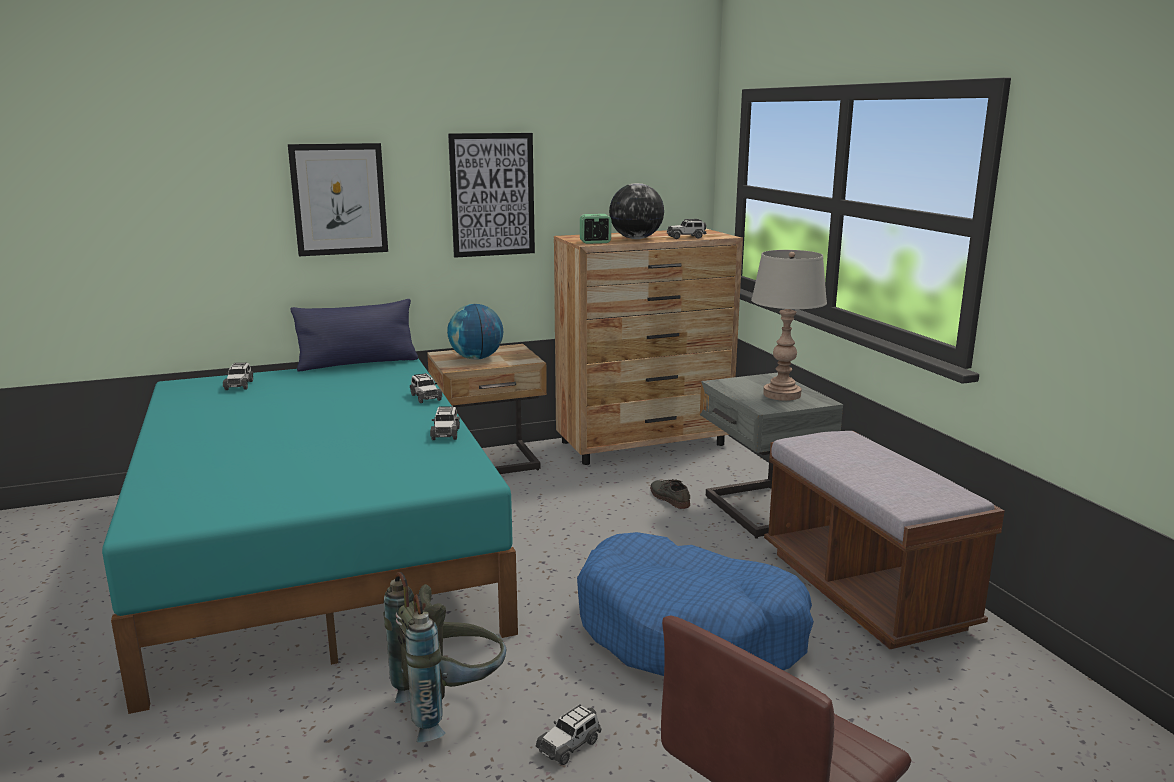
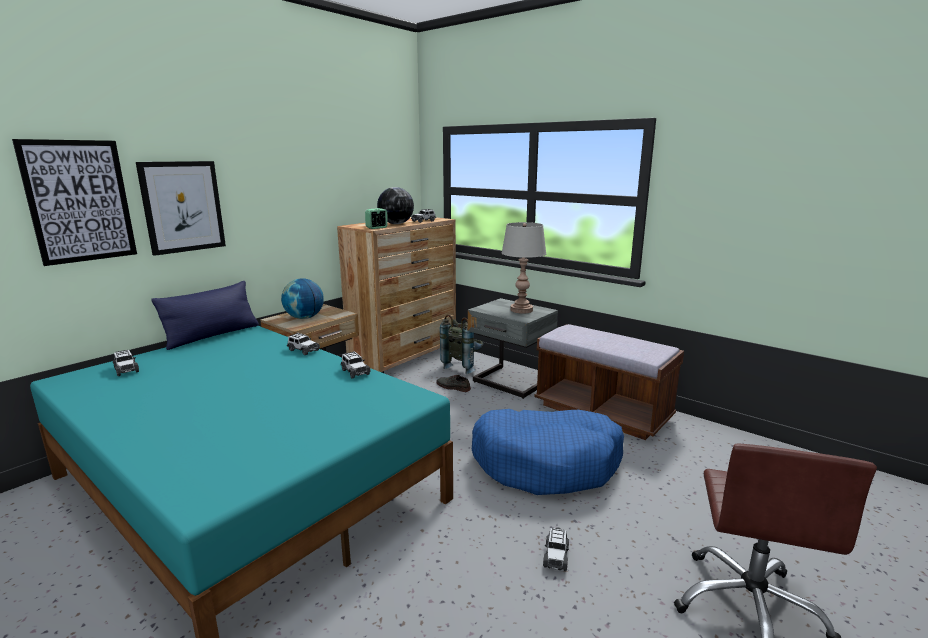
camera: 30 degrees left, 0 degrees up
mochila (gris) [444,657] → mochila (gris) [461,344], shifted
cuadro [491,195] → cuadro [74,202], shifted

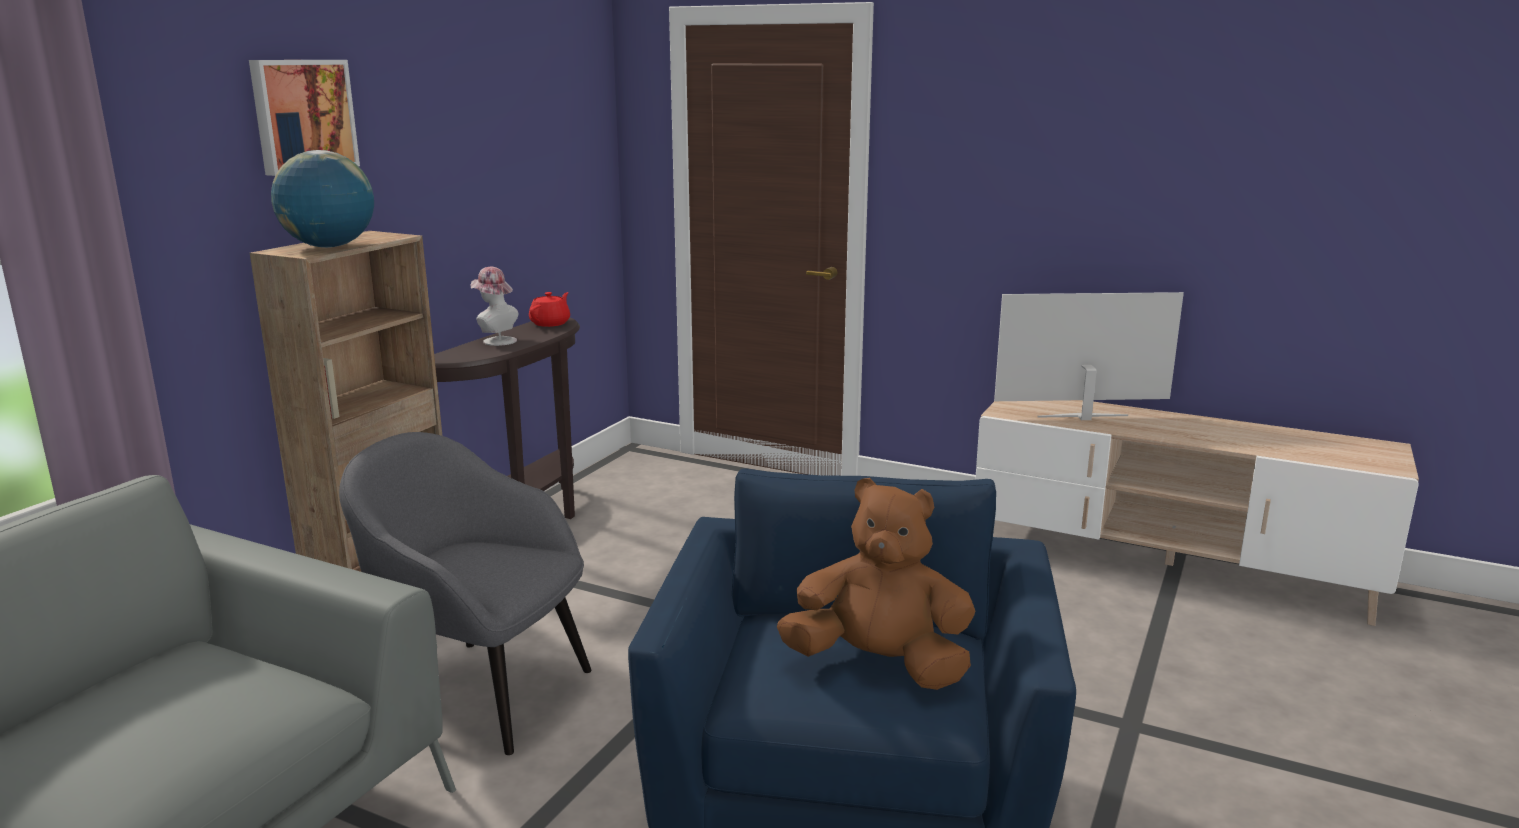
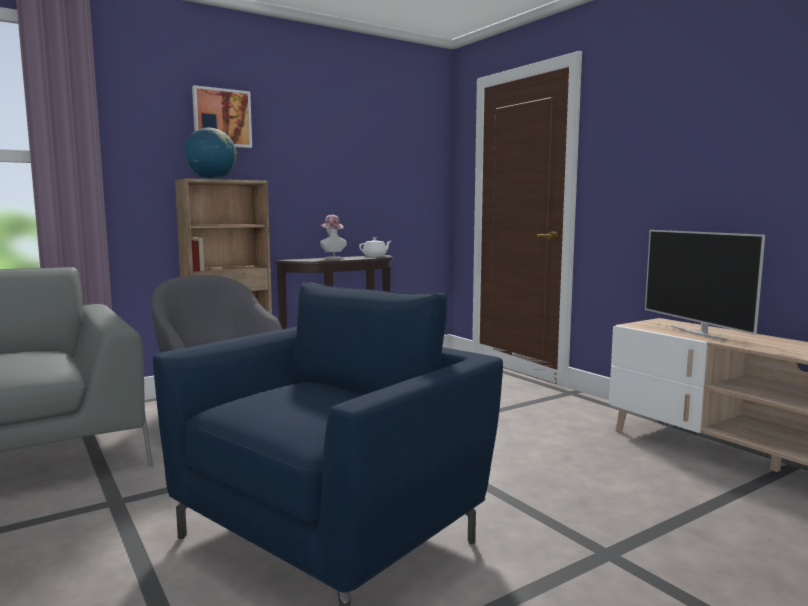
camera: 30 degrees right, 10 degrees down
peluche (marrón) [876,584] → -
tetera (rojo) [549,309] → tetera (blanco) [375,247]
televisor [1089,356] → televisor [705,285], 135 degrees counterclockwise

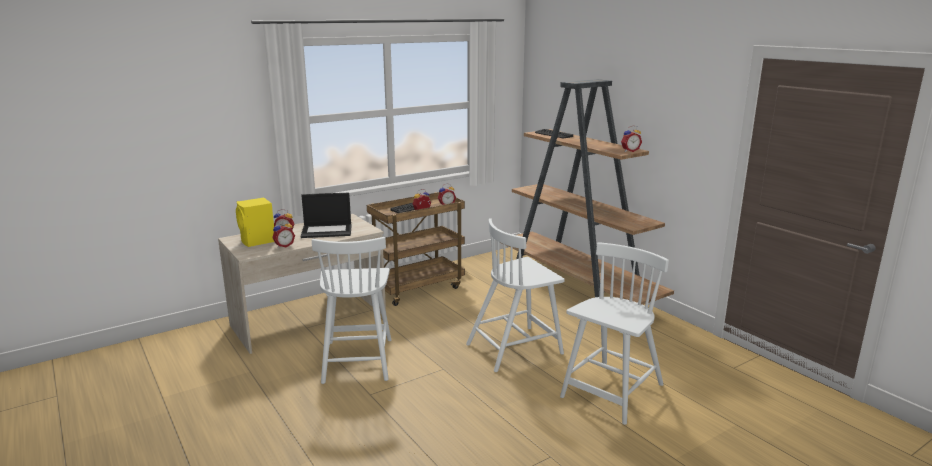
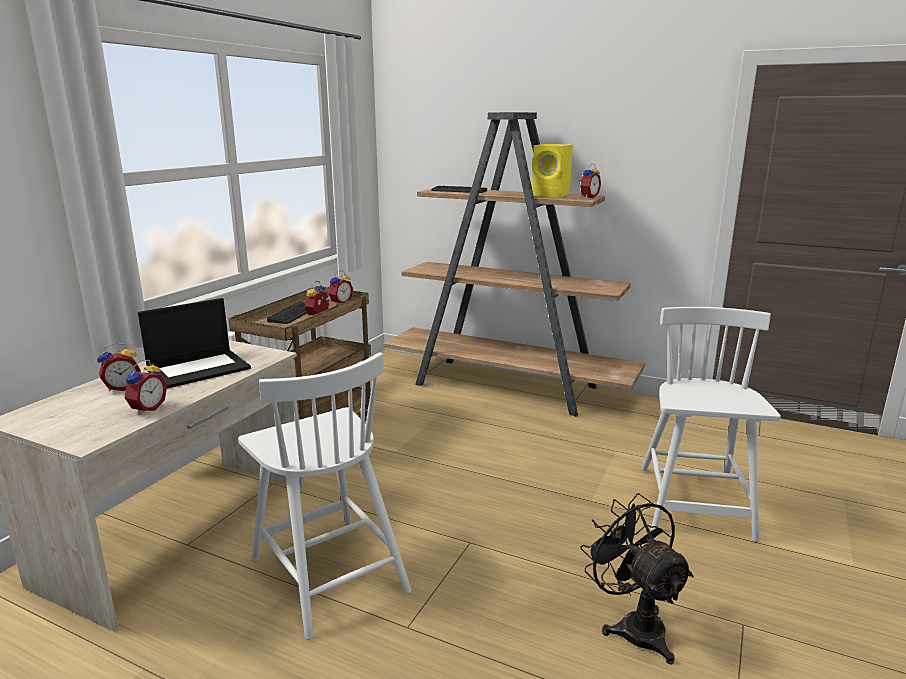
camera: 30 degrees left, 0 degrees up
silla (blanco) [515,295] → -
- → ventilador (negro) [637,578]
altavoz (amarillo) [255,222] → altavoz (amarillo) [552,170], shifted

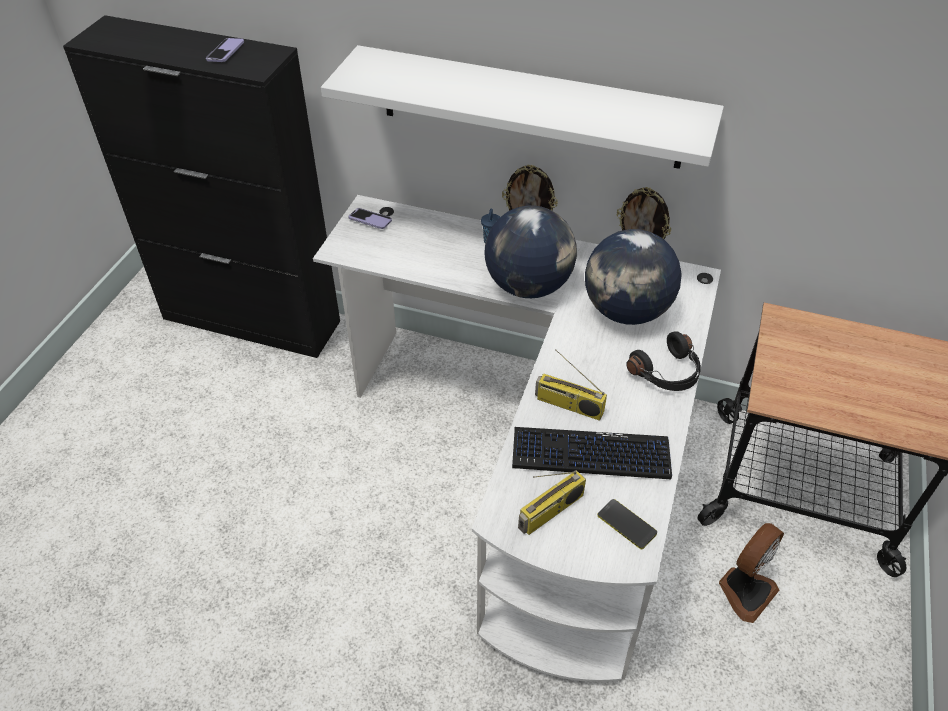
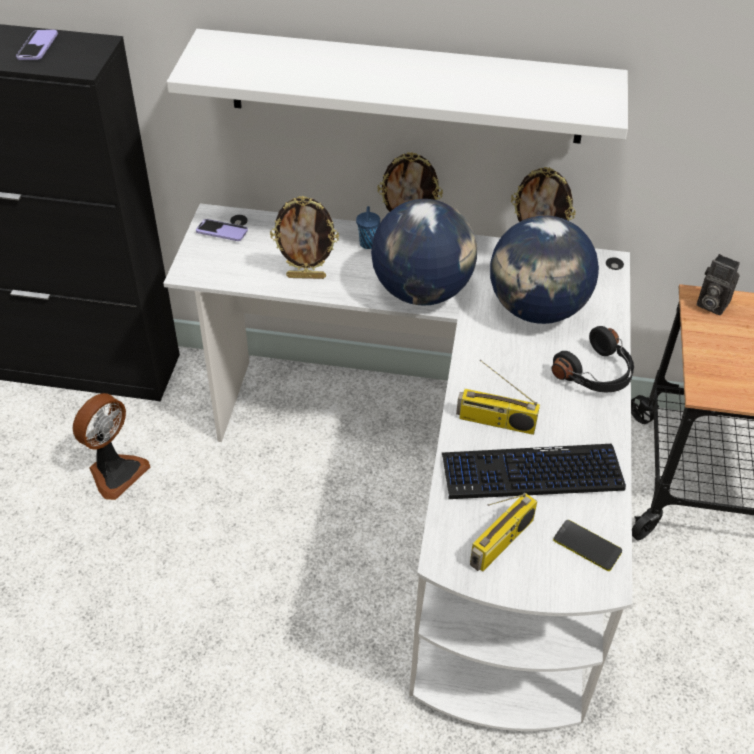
camera: 10 degrees left, 0 degrees up
- → portarretratos [304,237]
- → cámara [718,284]
ventilador [751,573] → ventilador [111,446], shifted

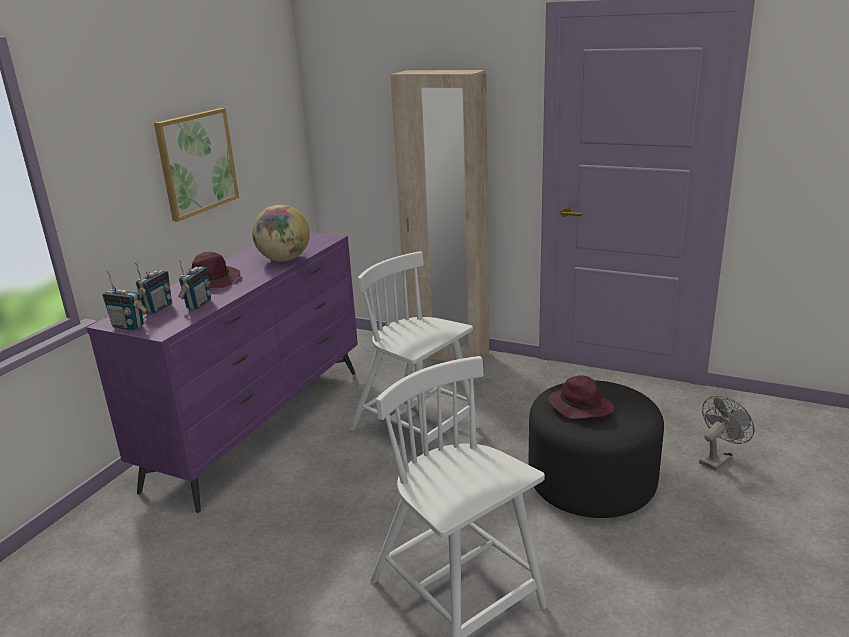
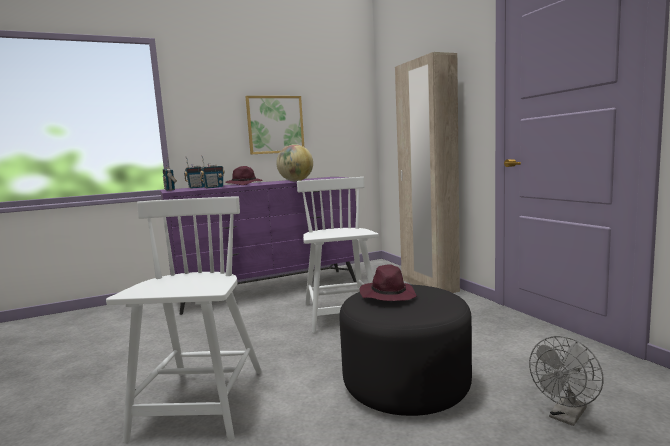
camera: 40 degrees right, 15 degrees down
ventilador (gris) [726,433] → ventilador (gris) [566,381], 135 degrees clockwise

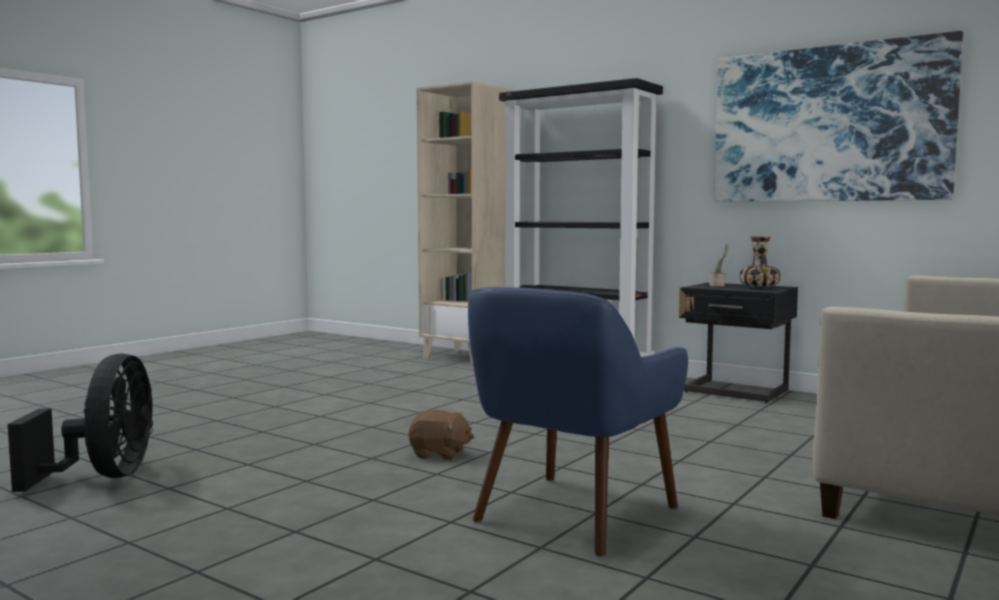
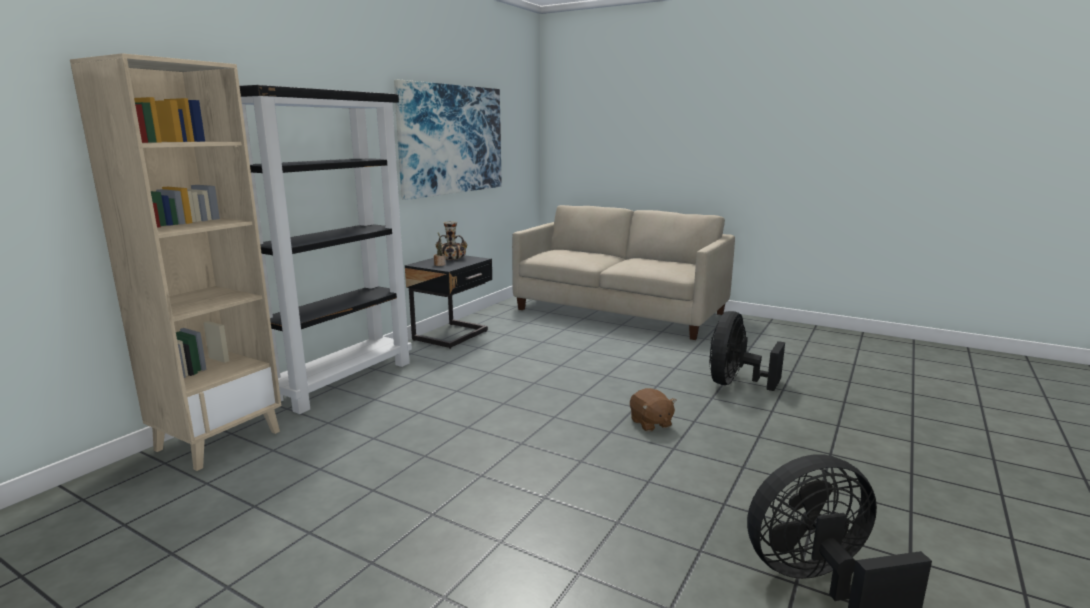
camera: 95 degrees left, 10 degrees up
sillón (azul) [578,422] → ventilador (negro) [747,351]
peluche (marrón) [441,435] → peluche (marrón) [653,410], 150 degrees clockwise

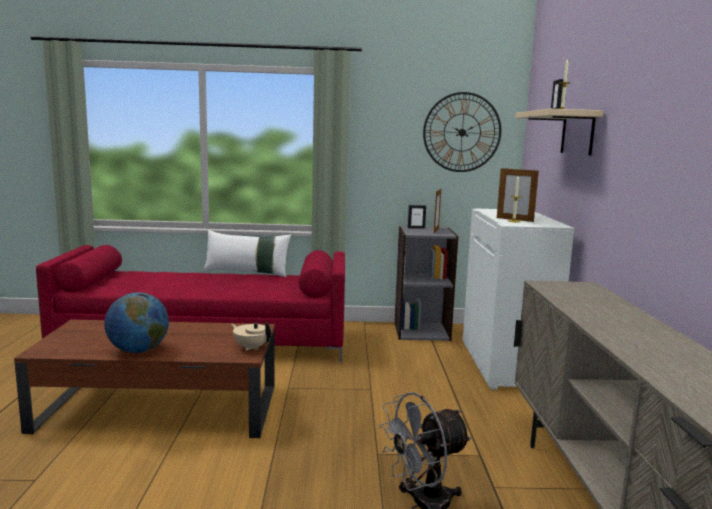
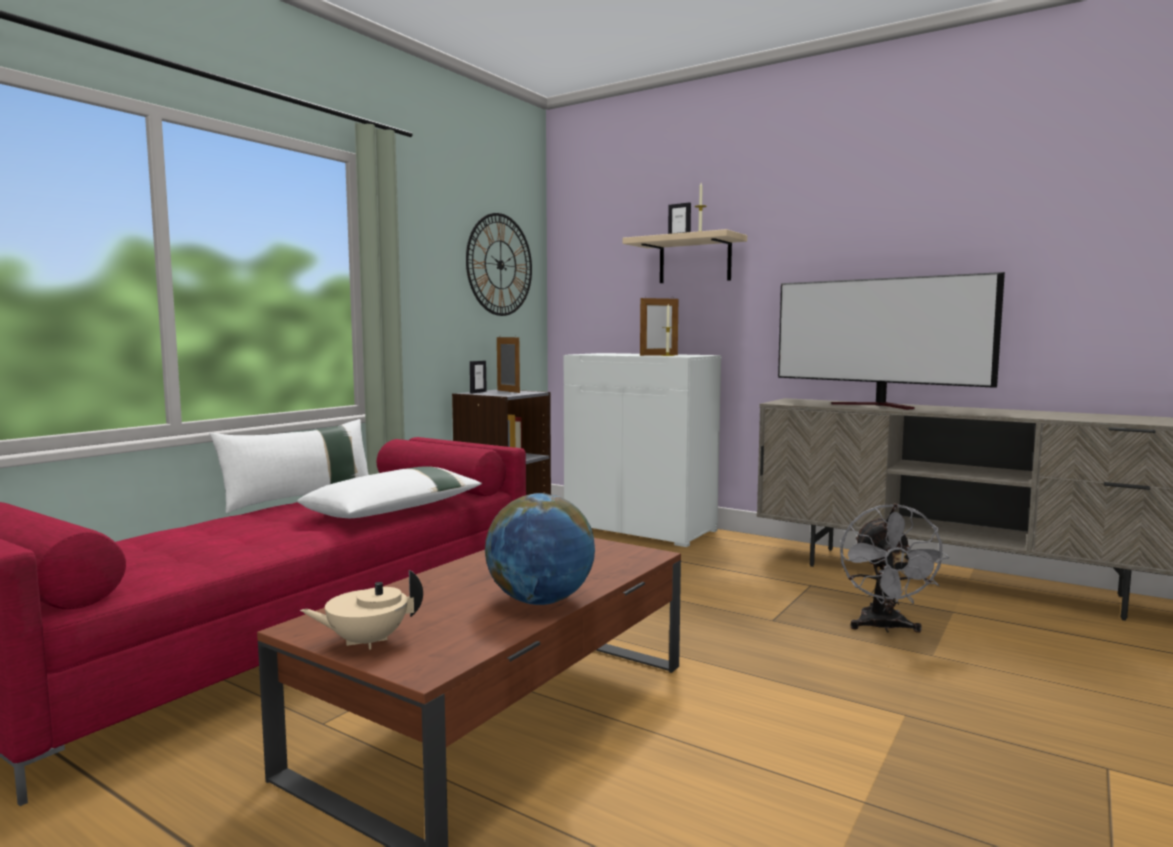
camera: 55 degrees left, 5 degrees down
- → cojín (blanco) [389,492]
- → televisor [891,341]
tetera (beis) [251,336] → tetera (beis) [361,610], shifted

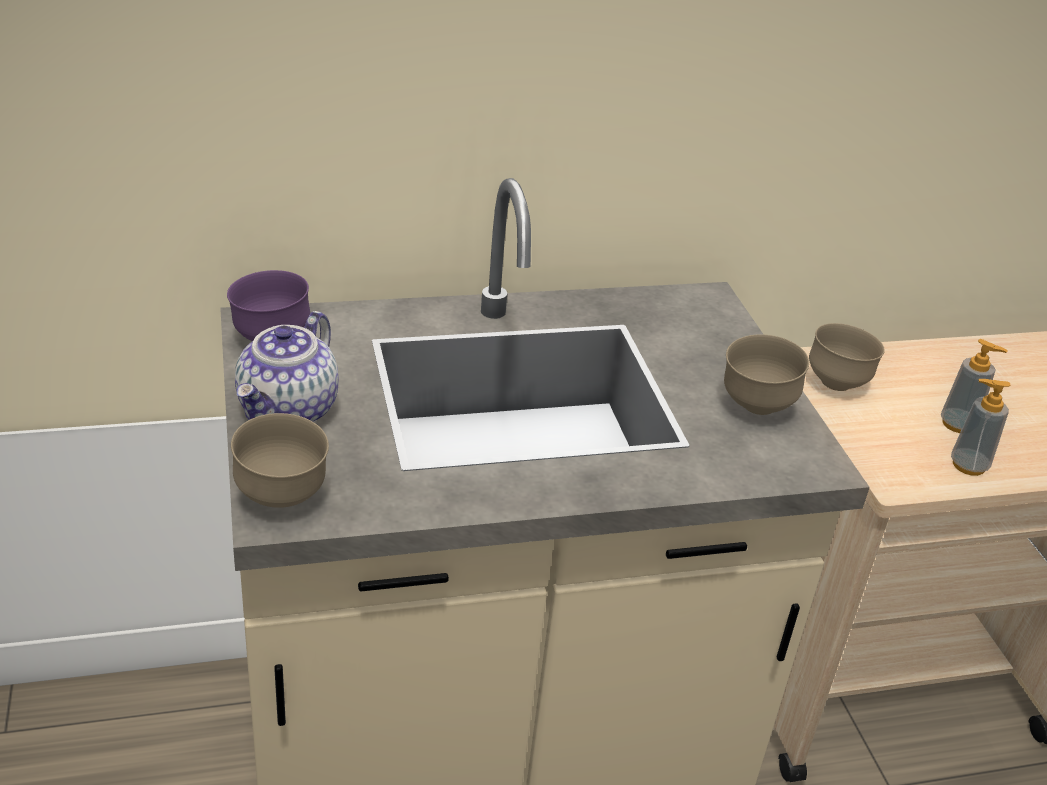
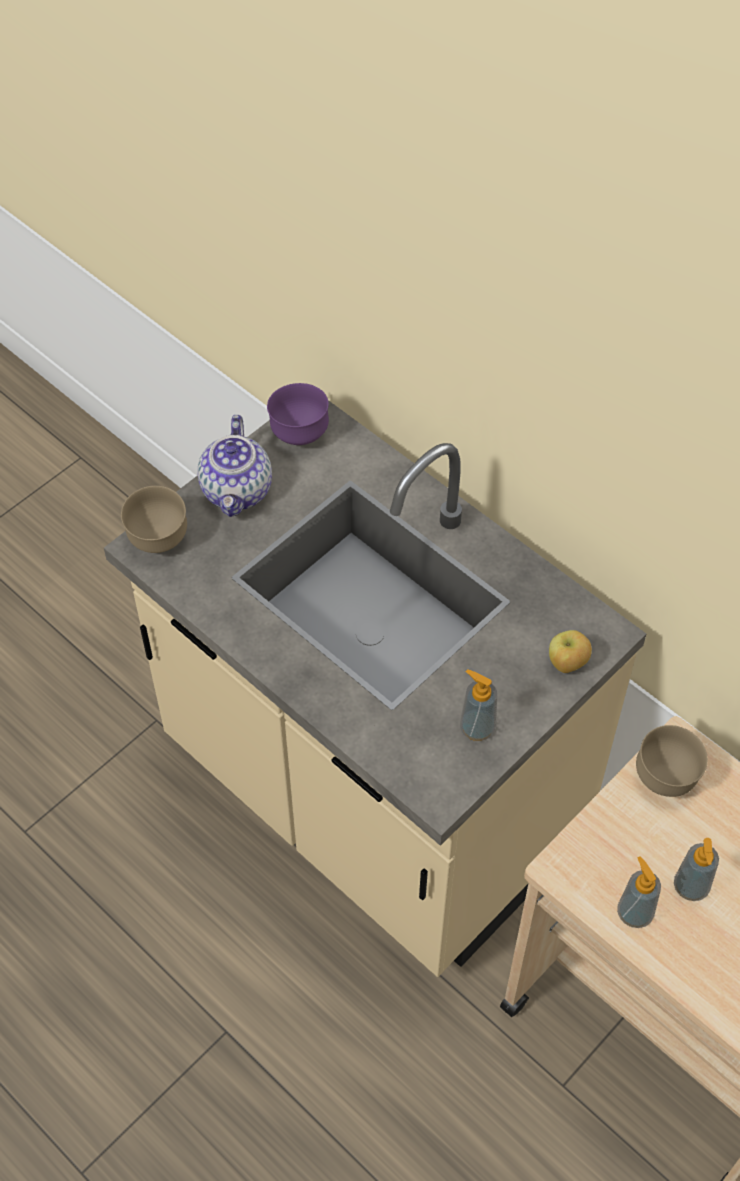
camera: 60 degrees right, 20 degrees up
- → manzana [570,651]
cuenco (marrón) [766,374] → dispensador de jabón [478,705]
tetera [287,366] → tetera [234,466], 75 degrees counterclockwise

